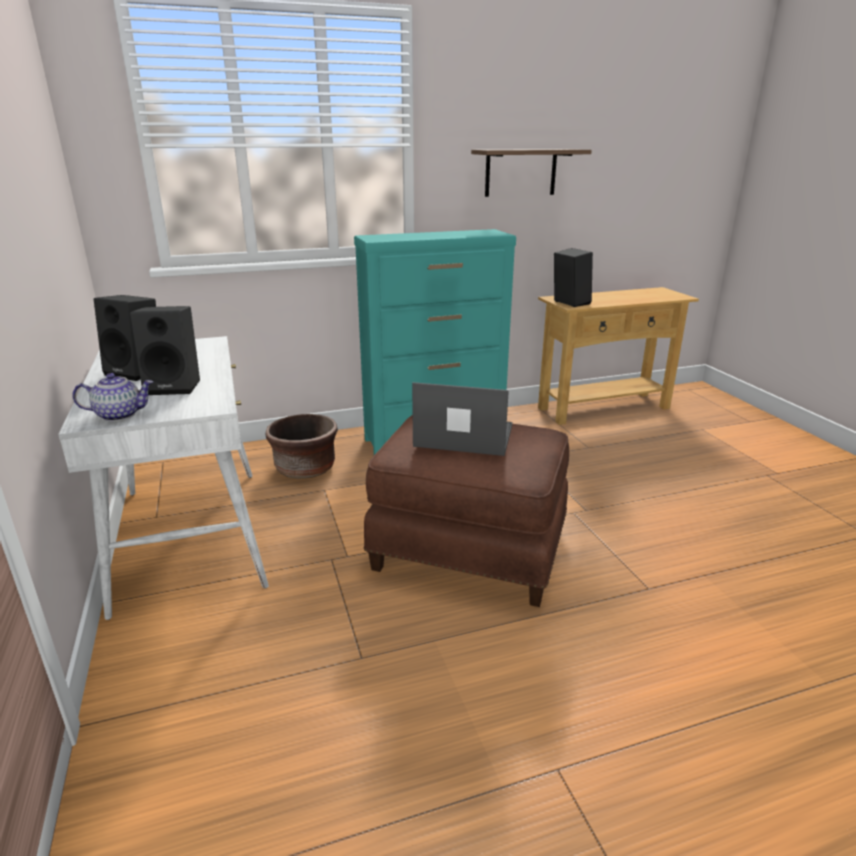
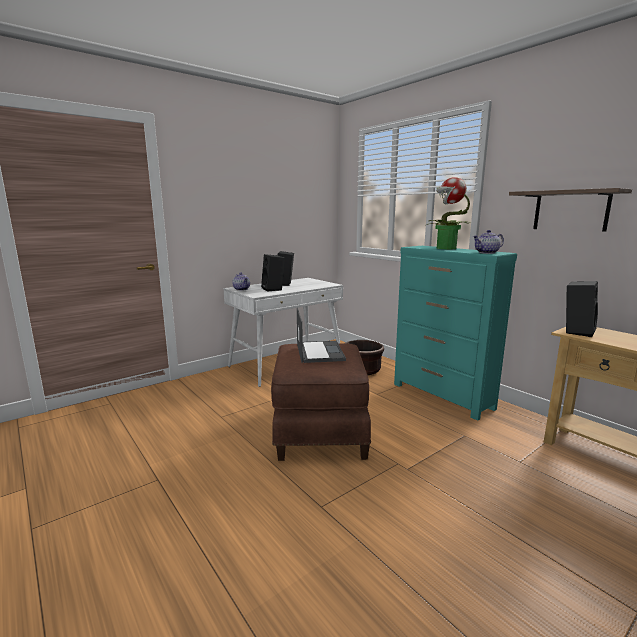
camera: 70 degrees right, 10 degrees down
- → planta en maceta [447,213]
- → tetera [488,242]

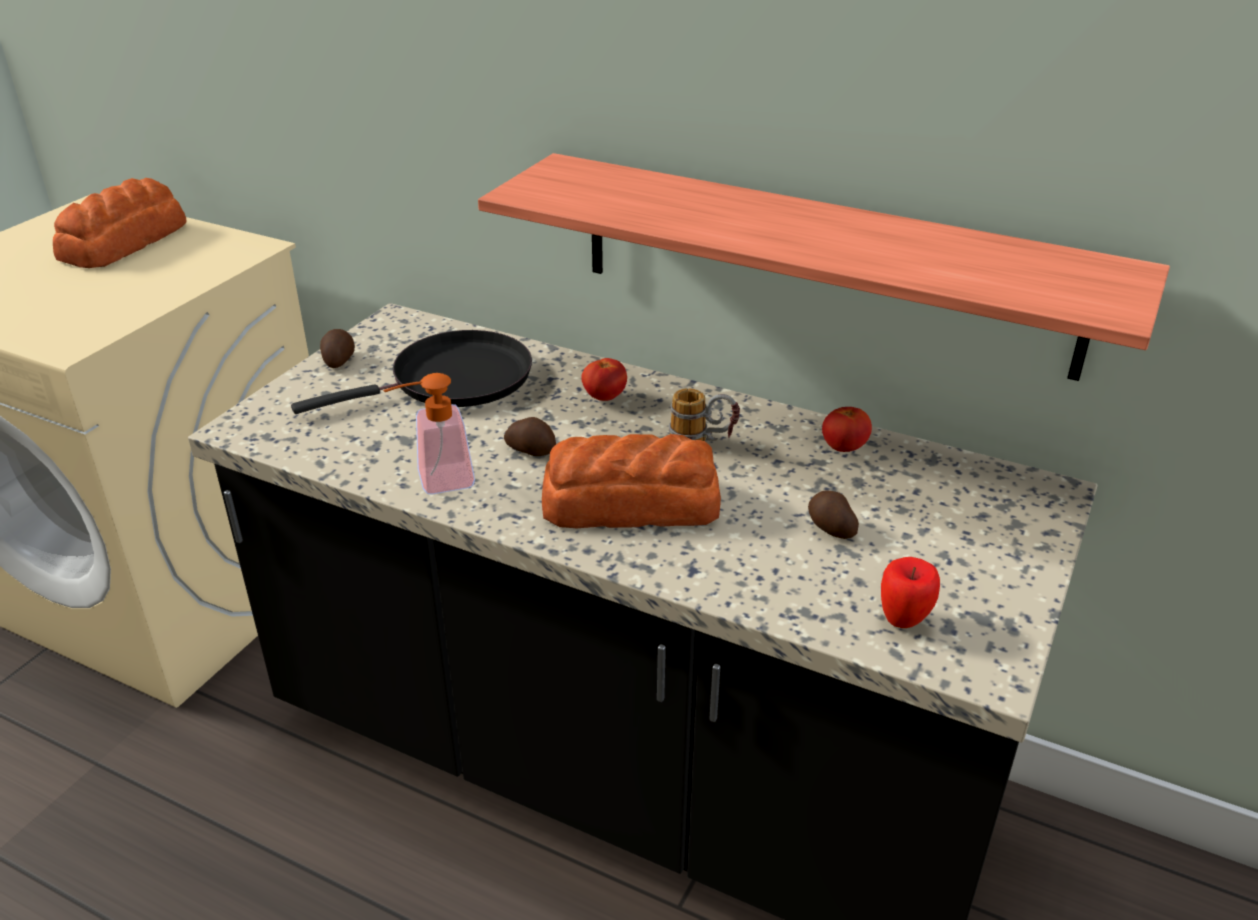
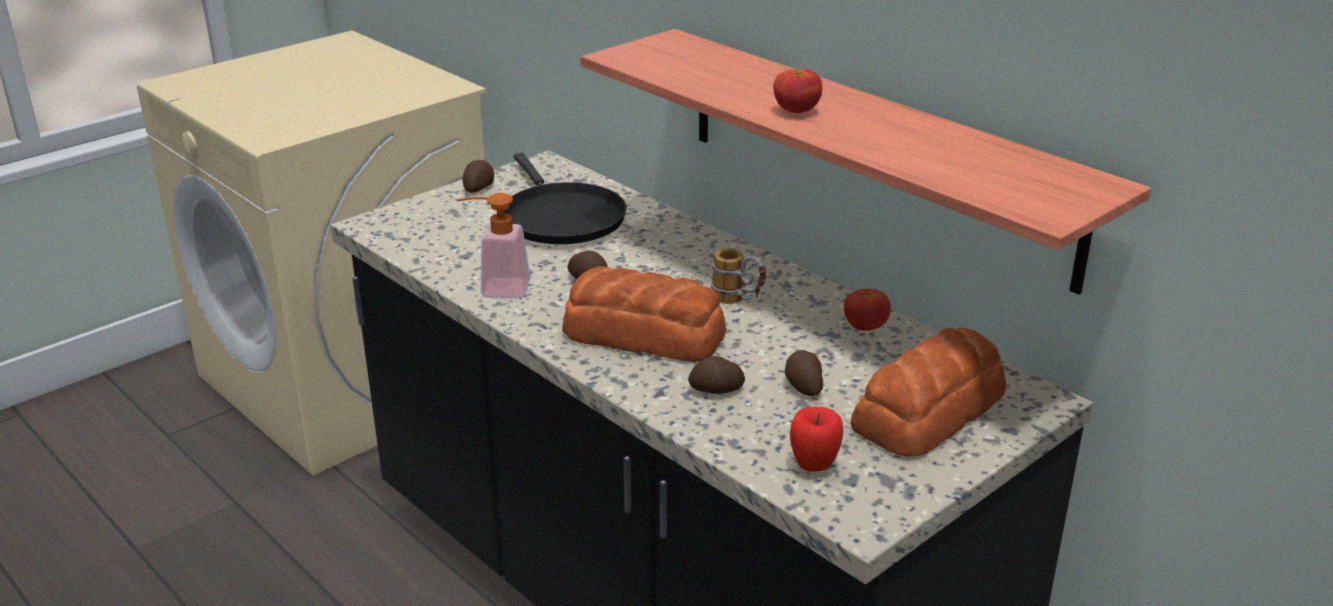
camera: 20 degrees right, 5 degrees down
- → patata [716,375]
pan [119,223] → pan [928,392], shifted
tomate [604,379] → tomate [797,90], shifted
sartén (negro) [411,372] → sartén (negro) [565,198], 75 degrees clockwise

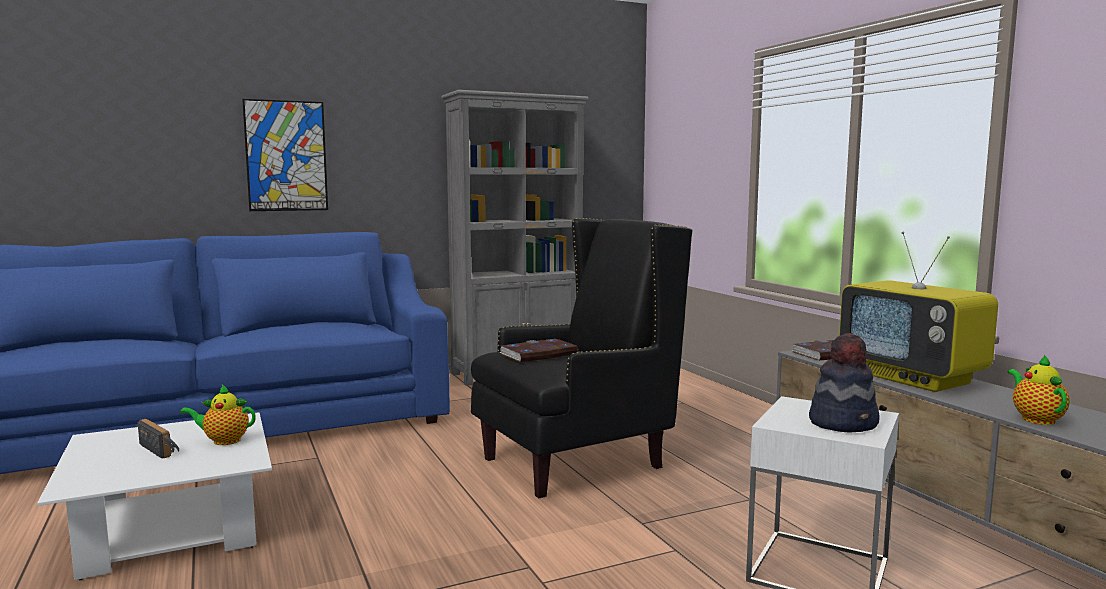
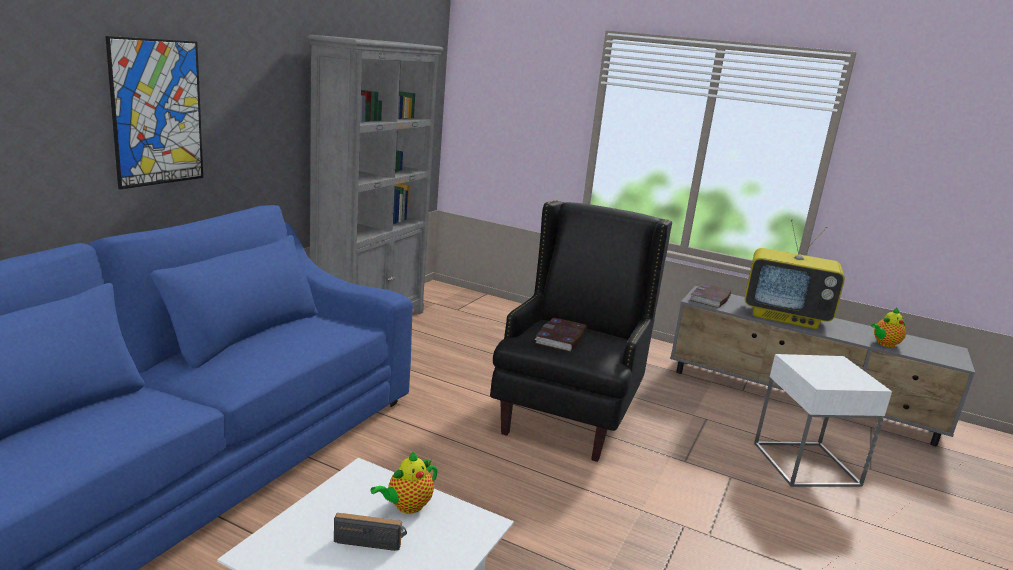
camera: 40 degrees left, 10 degrees up
sombrero [844,382] → -
tetera [1038,389] → tetera [888,327], 75 degrees counterclockwise

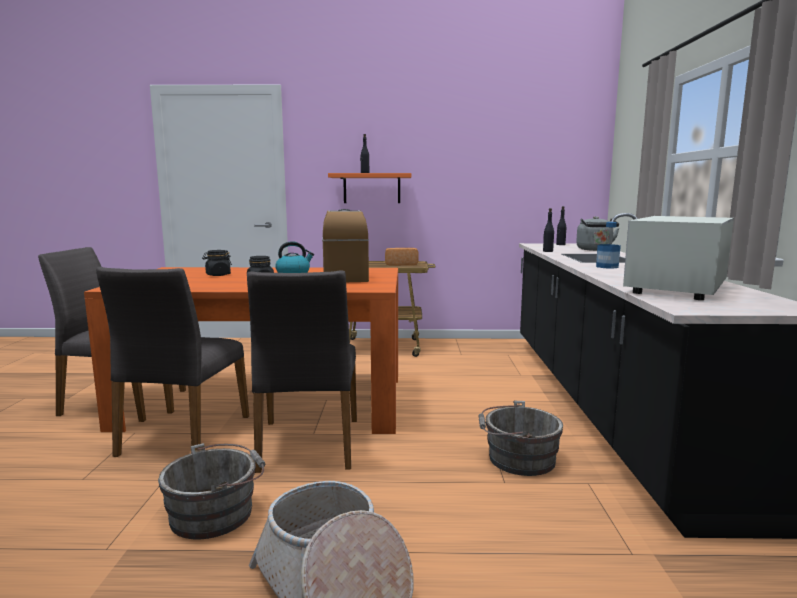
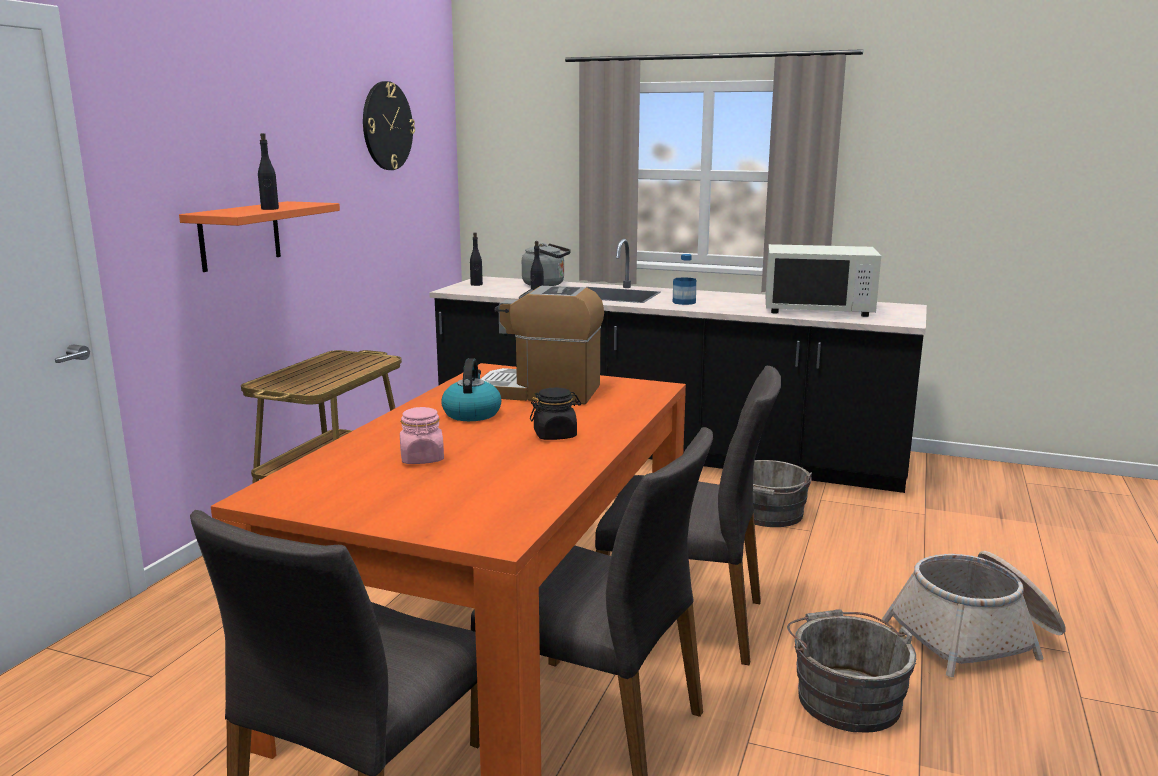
camera: 70 degrees left, 5 degrees up
pan [402,257] → -
- → reloj de pared [389,125]
tarro (negro) [217,263] → tarro (rosa) [422,435]
microondas (blanco) [678,258] → microondas (blanco) [823,280], 45 degrees counterclockwise

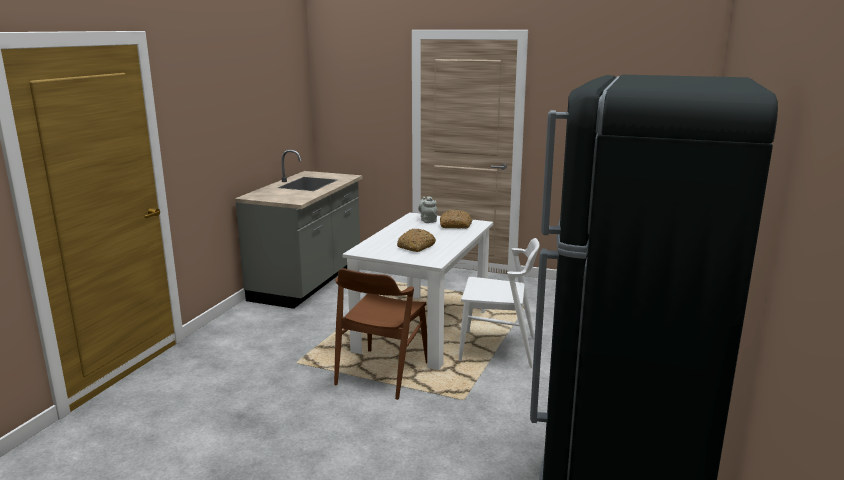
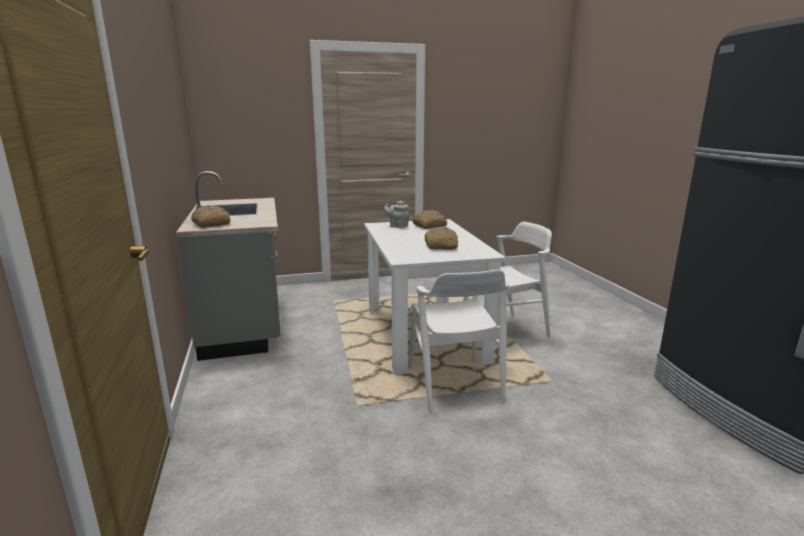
camera: 35 degrees left, 0 degrees up
- → pan [211,216]
silla (marrón) [380,334] → silla (blanco) [458,341]

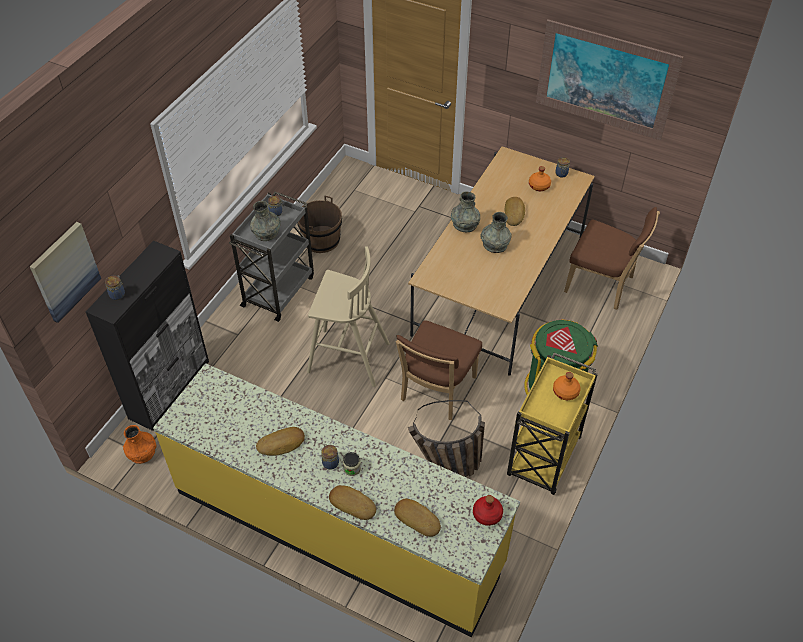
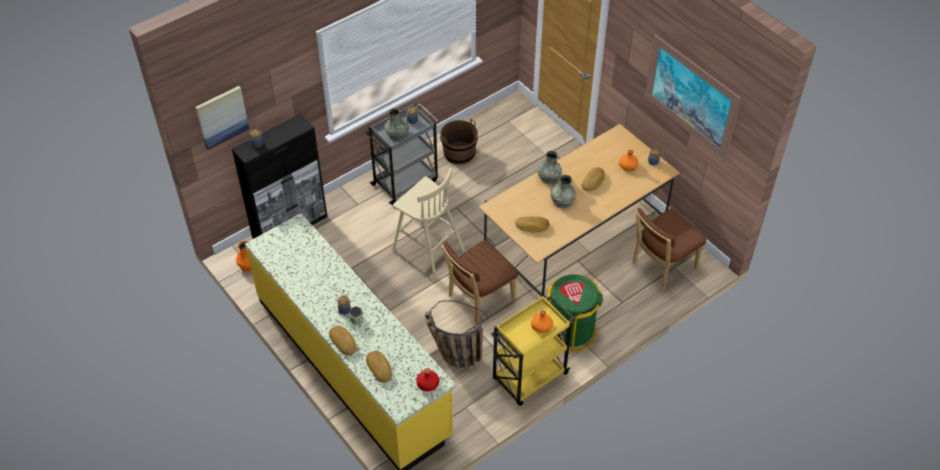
camera: 25 degrees right, 0 degrees up
pan [280,441] → pan [532,224], shifted
silla (marrón) [612,258] → silla (marrón) [669,249], 90 degrees clockwise

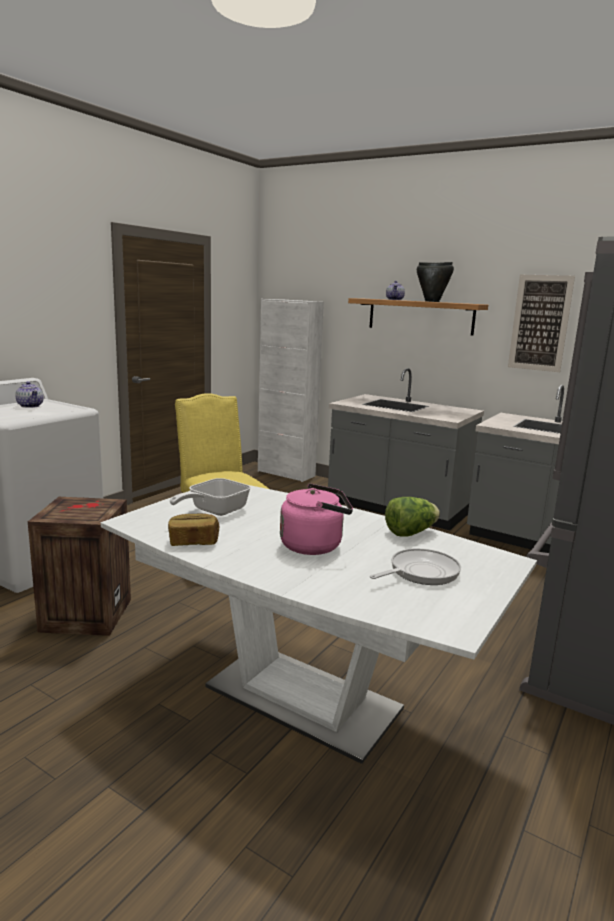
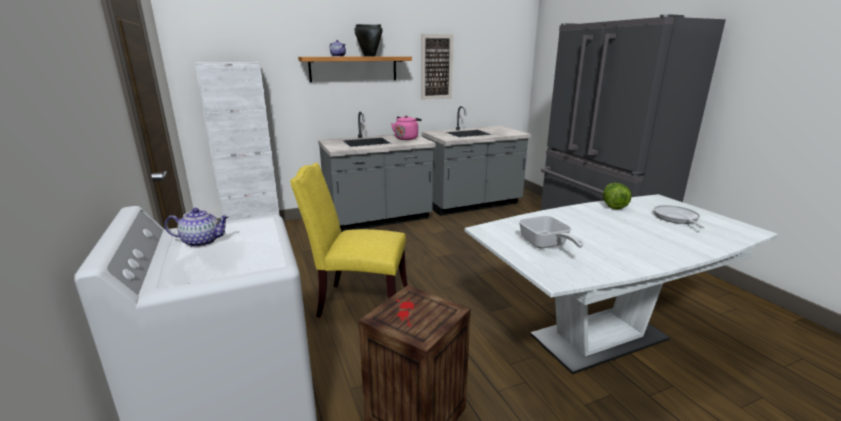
camera: 55 degrees left, 5 degrees up
pan [193,530] → -
hervidor (rosa) [316,519] → hervidor (rosa) [406,128], shifted

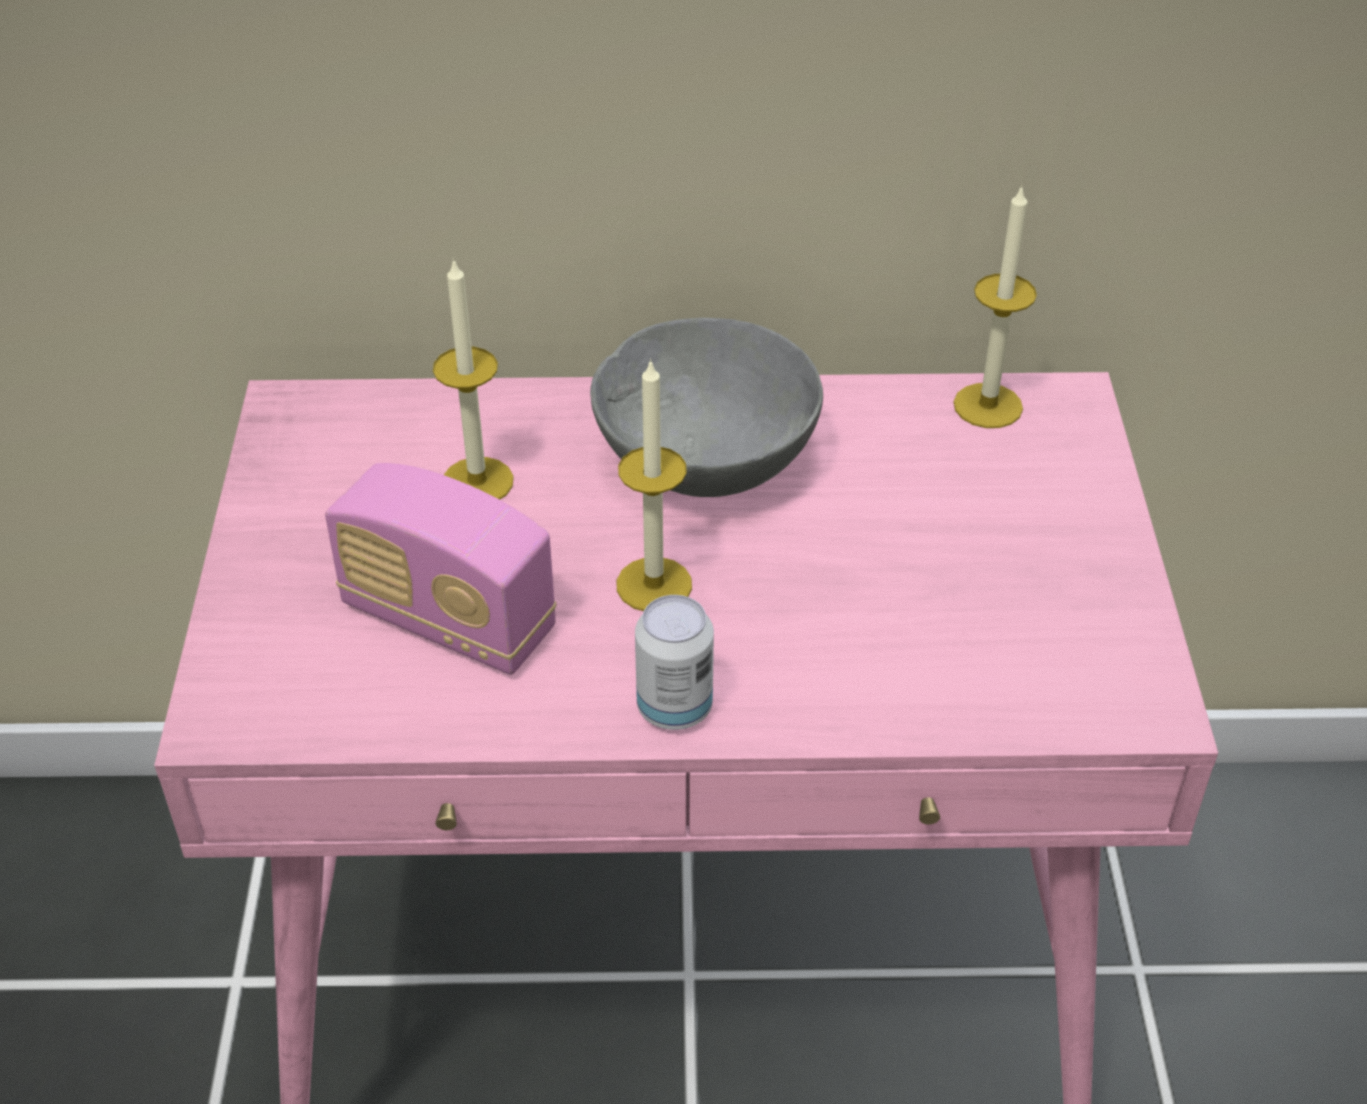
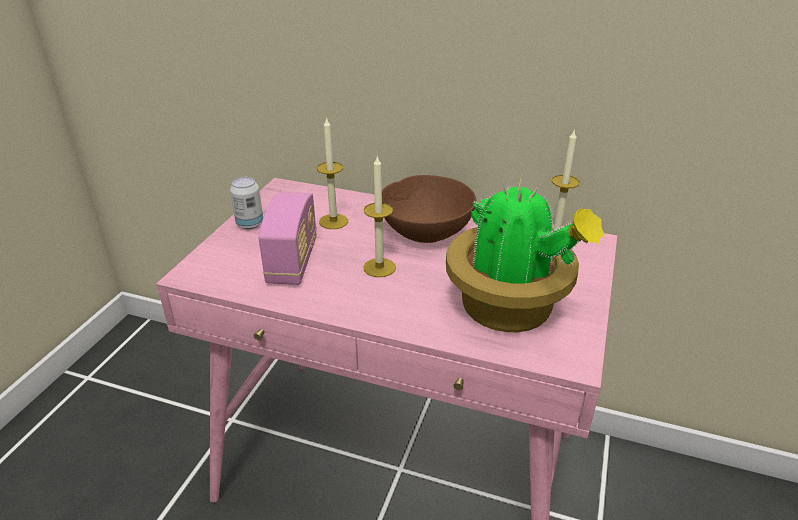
camera: 20 degrees right, 10 degrees down
- → planta en maceta [525,253]
lata [674,662] → lata [246,203], shifted
cuenco (gris) [706,407] → cuenco (marrón) [429,209]
radio [440,569] → radio [287,238], 135 degrees counterclockwise

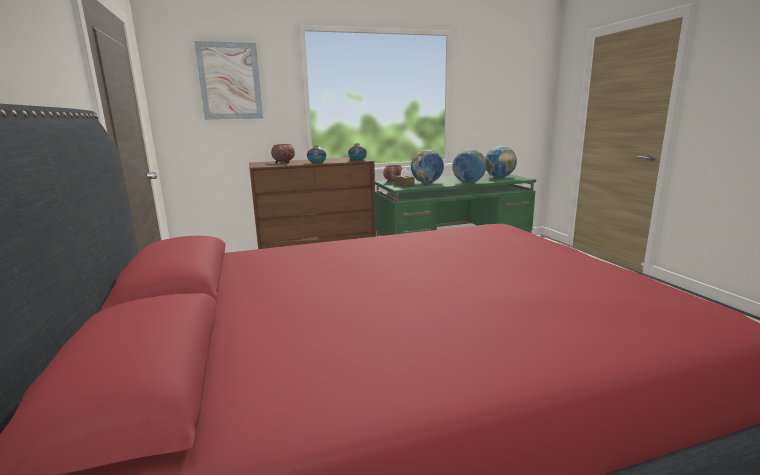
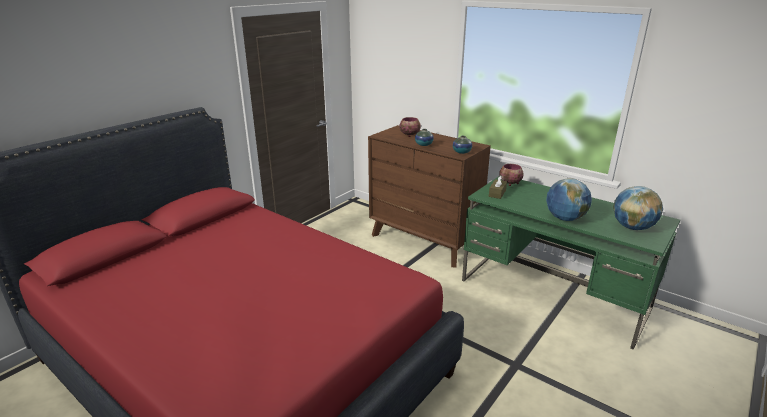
camera: 55 degrees right, 10 degrees up
cuadro [228,80] → -
globo terráqueo [427,166] → -

